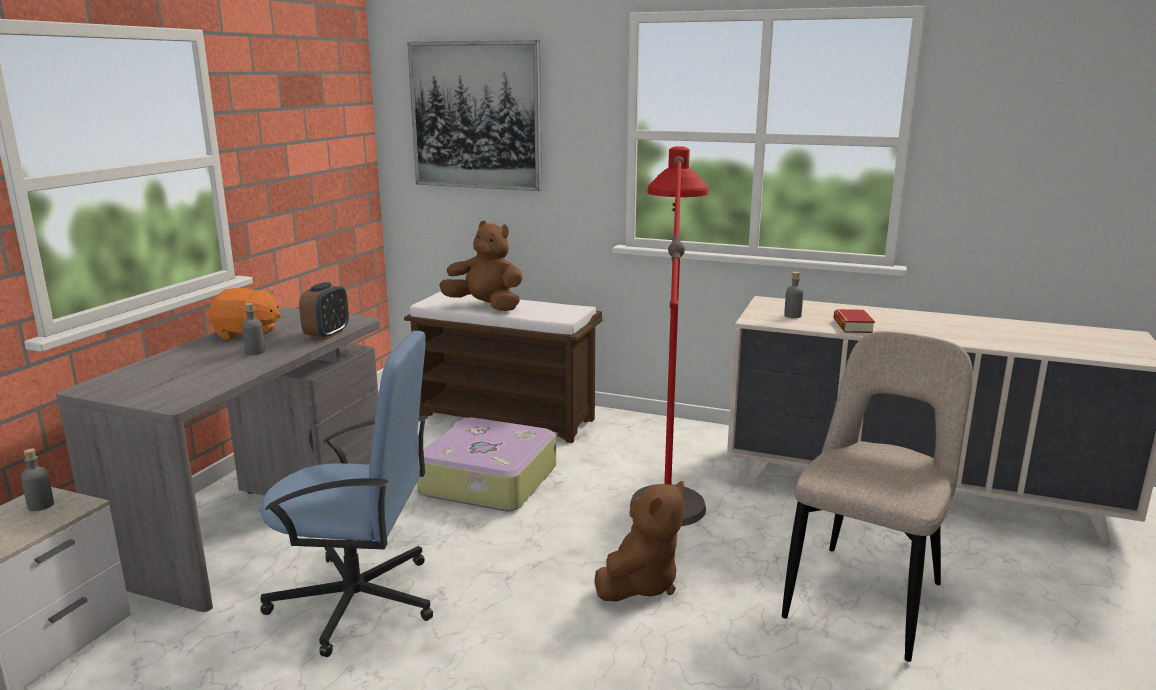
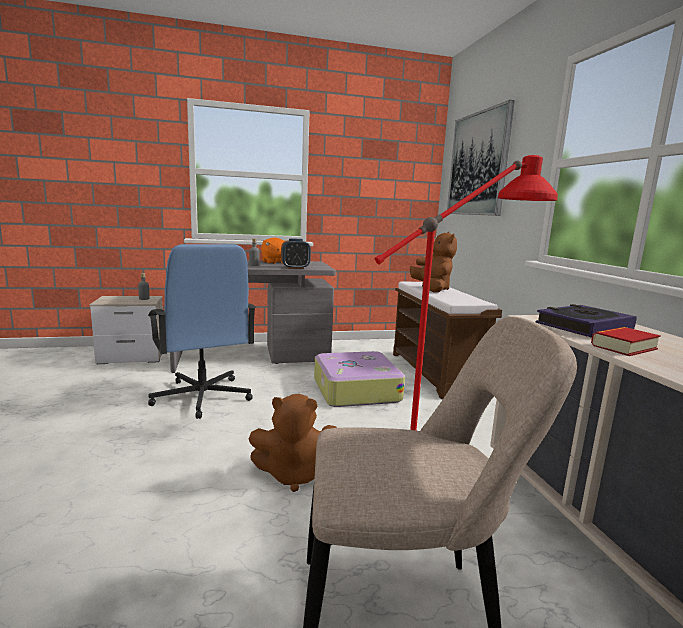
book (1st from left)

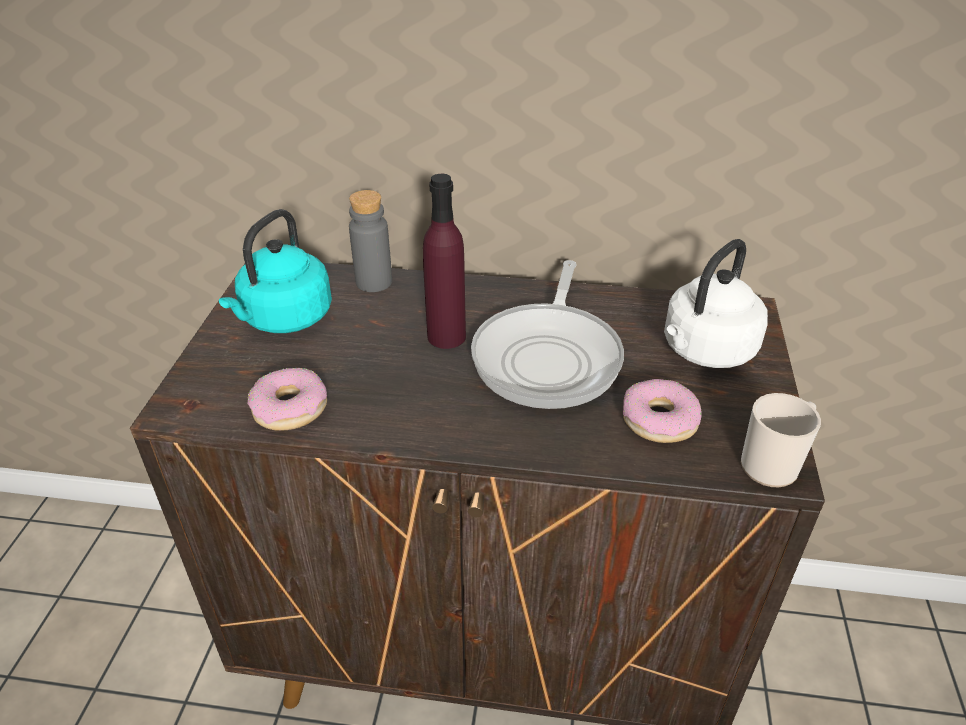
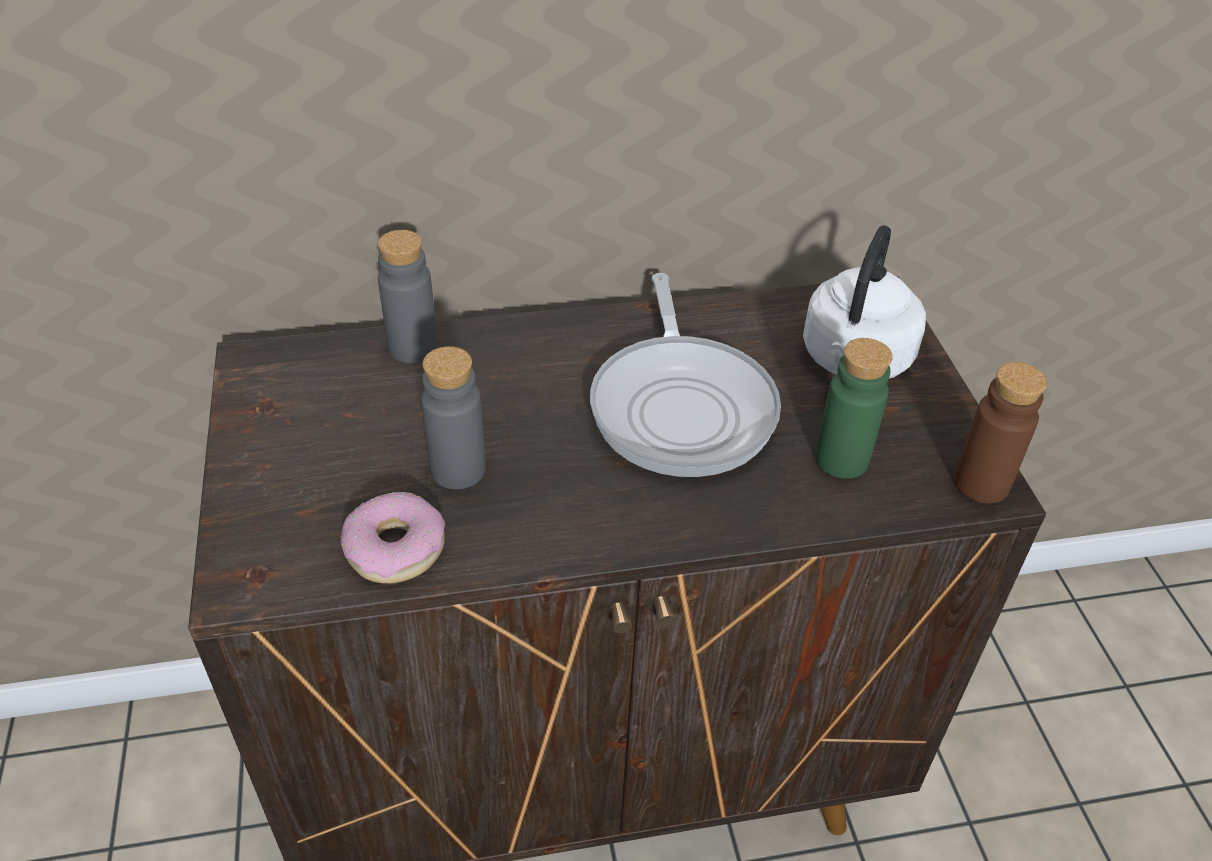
turquoise kettle; purple bottle; grey bottle (2nd from left); green bottle; brown bottle

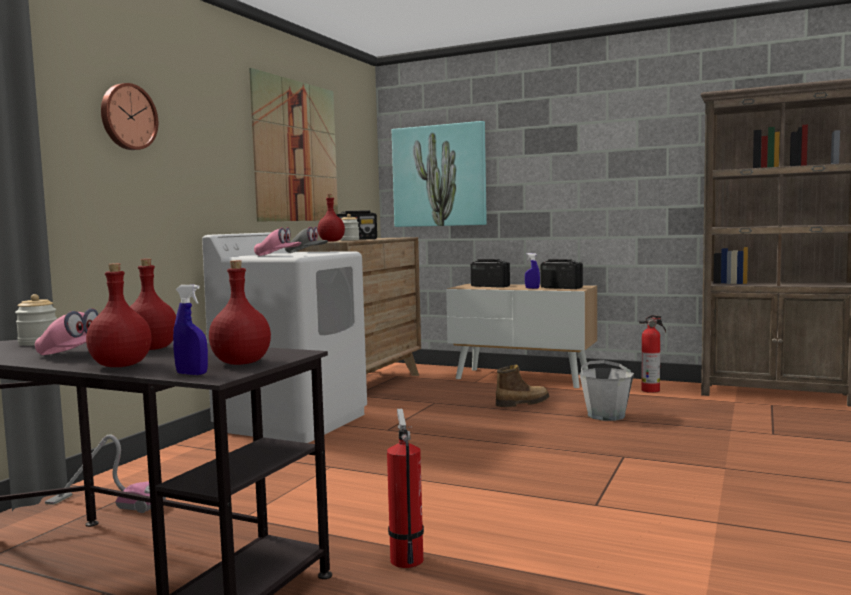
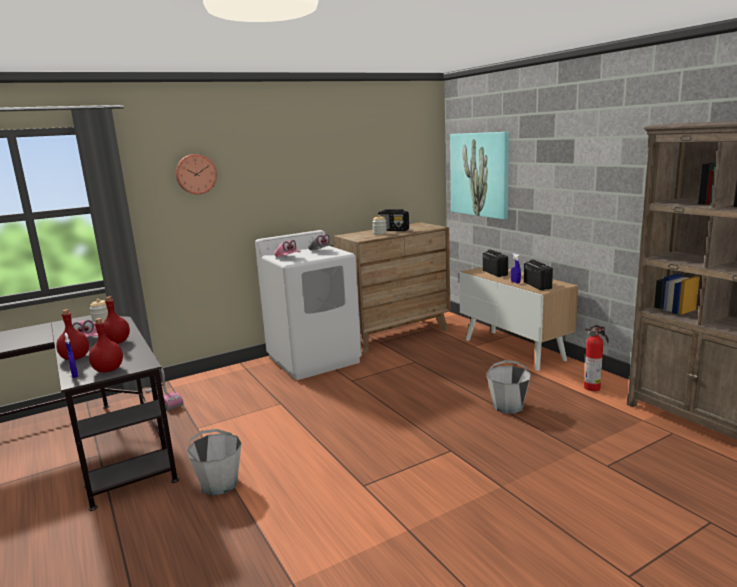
picture (1st from left in the first image); red bottle (4th from left in the first image); boot; grey bucket (1st from left)

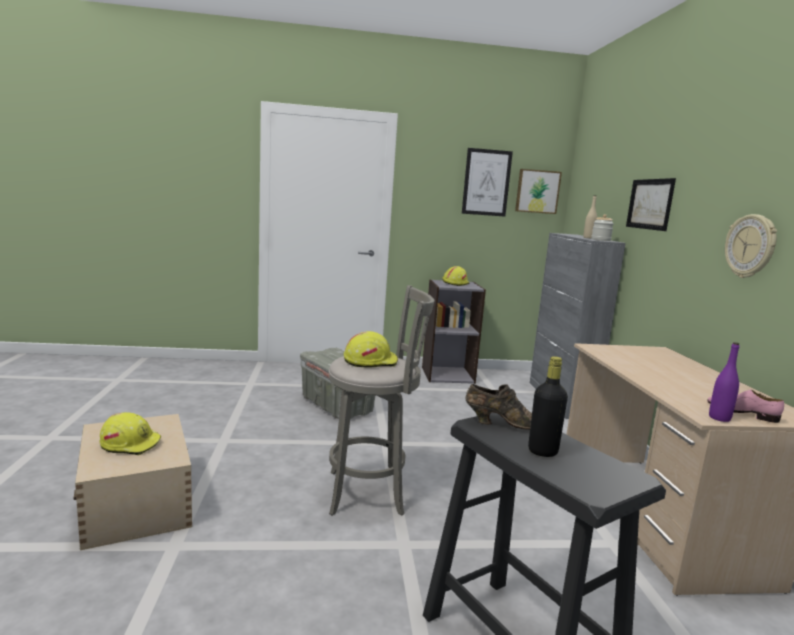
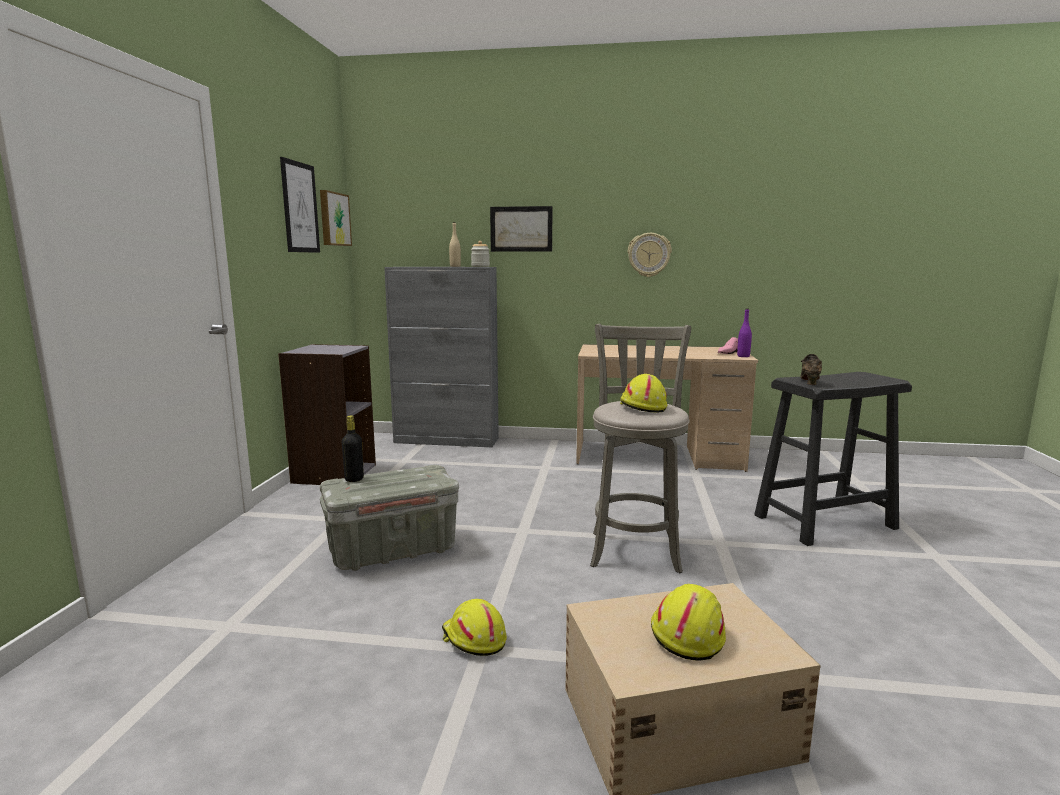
yellow hard hat (1st from left); black bottle

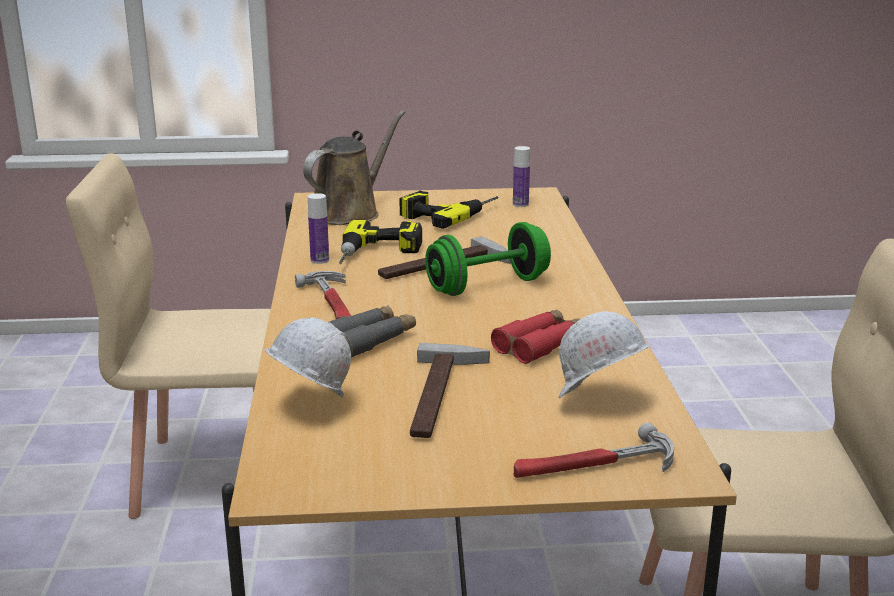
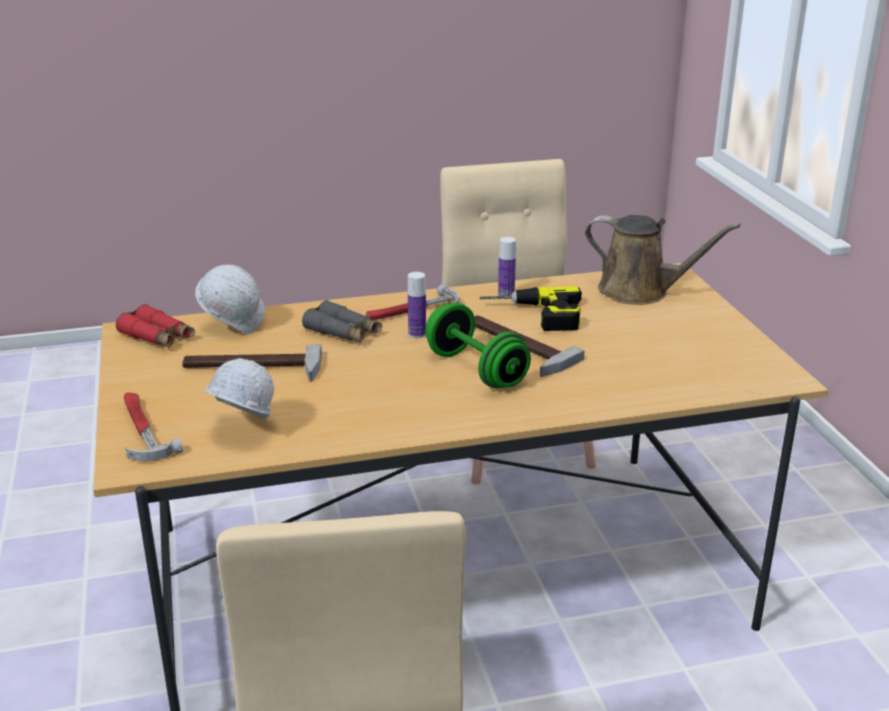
power drill (2nd from left in the first image); red binoculars; bottle (1st from left)

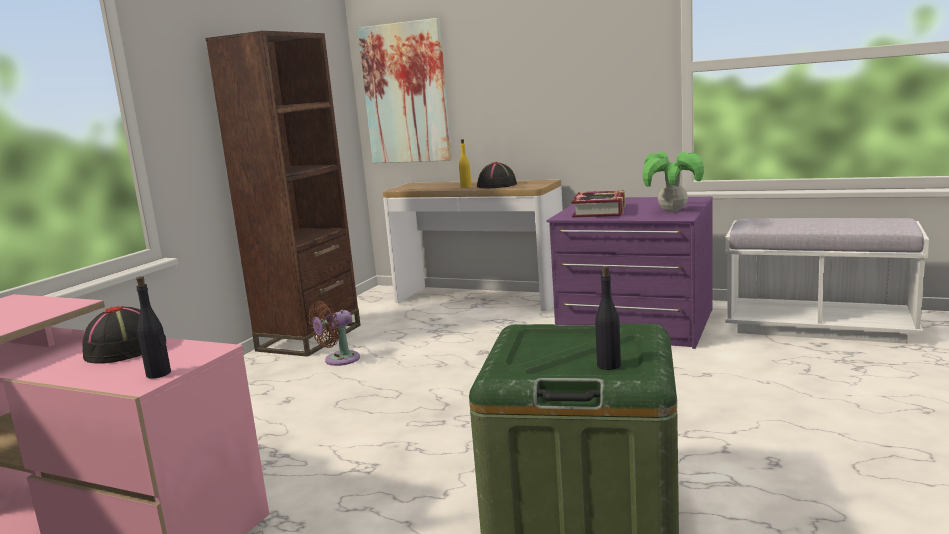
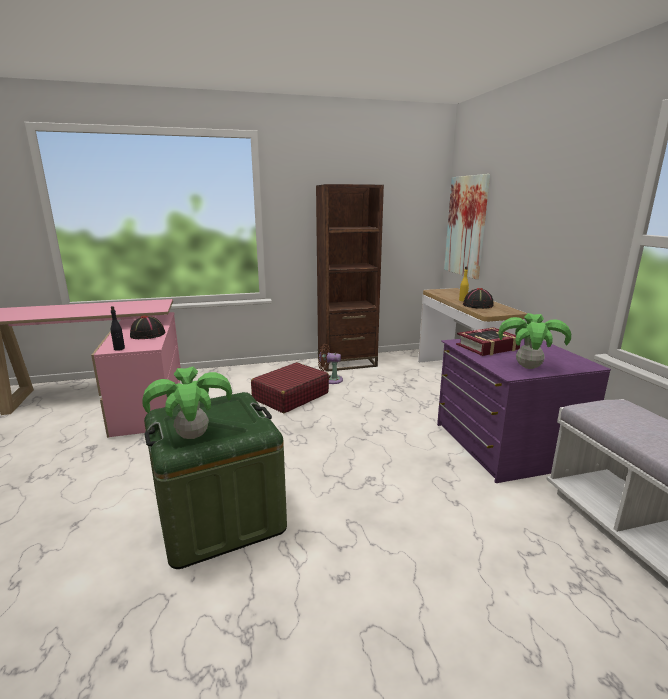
red suitcase; potted plant (1st from left)

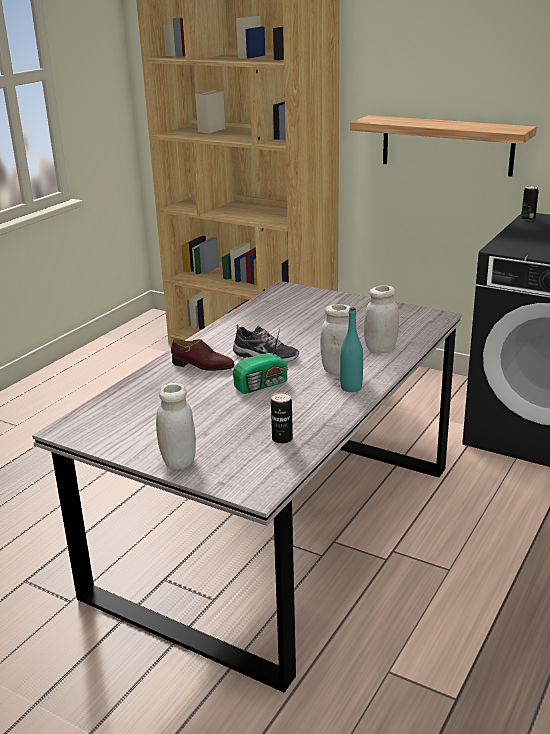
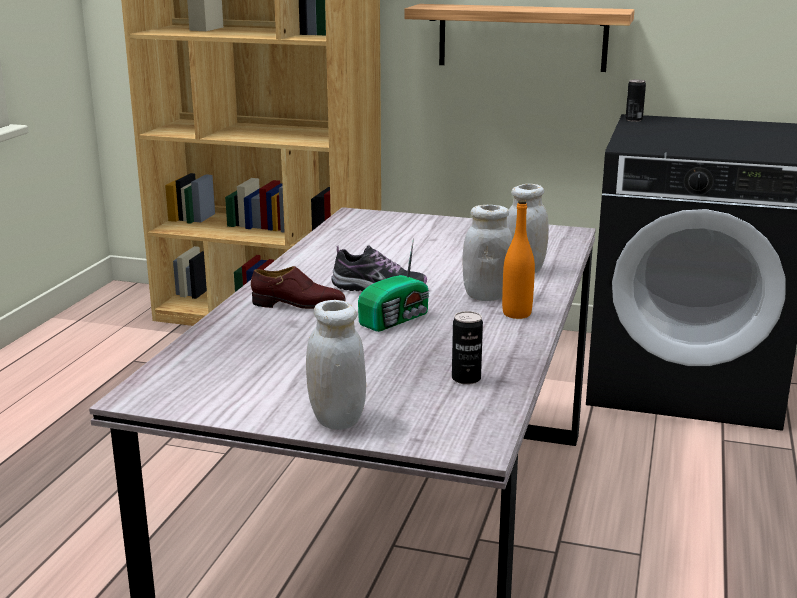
orange bottle

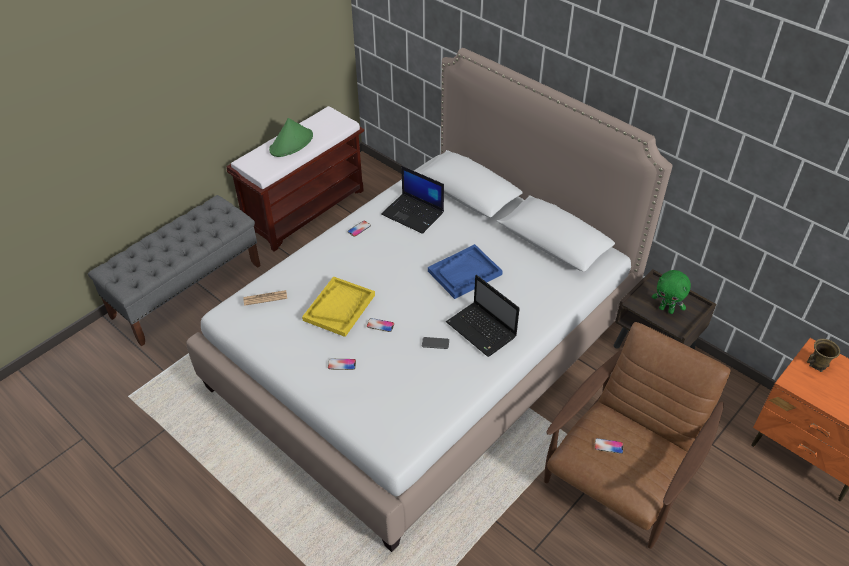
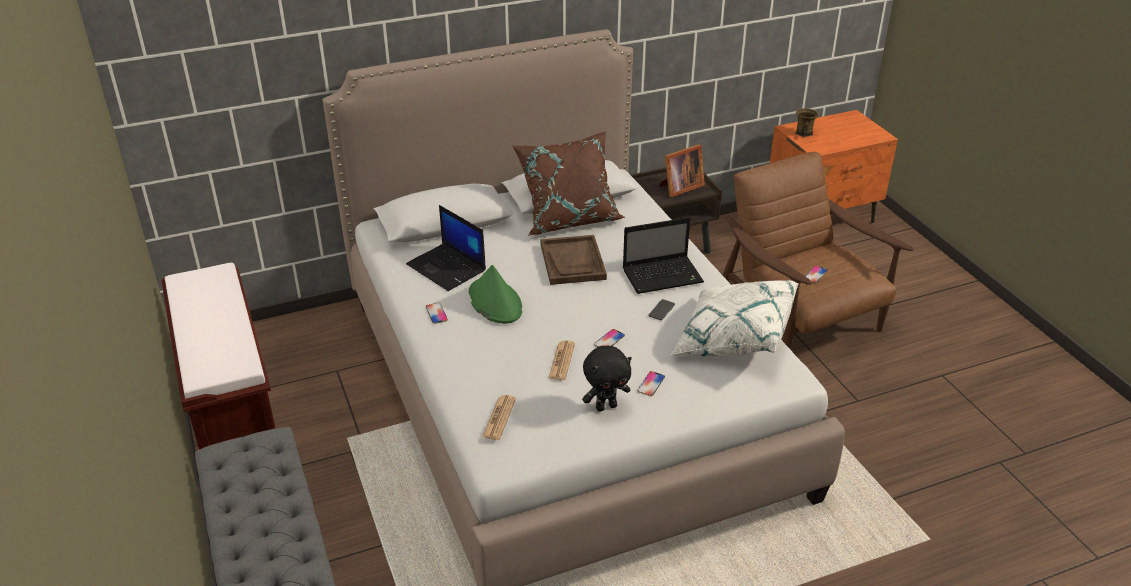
brown pillow; black plush toy; white pillow; green hat; newspaper (2nd from left); picture frame; brown tray; laptop (1st from left)

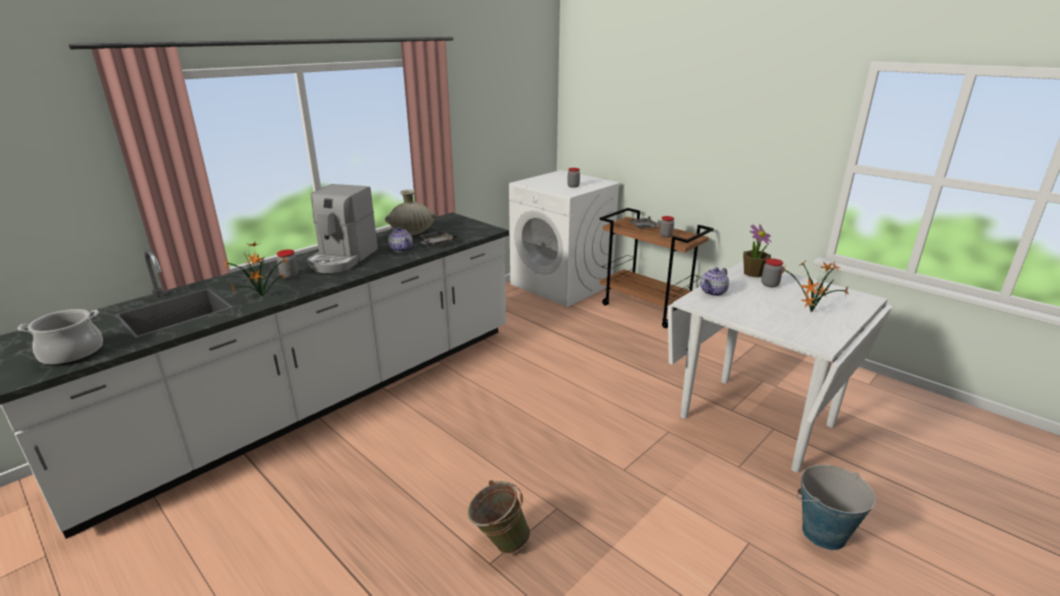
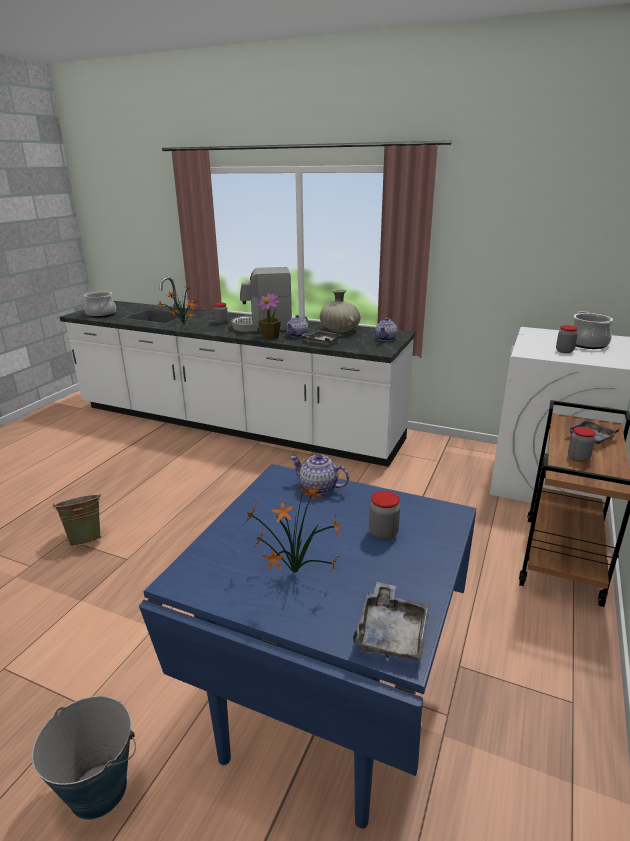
grey tray (2nd from left); teapot (3rd from left); cooking pot (2nd from left); potted plant (2nd from left); blue dining table

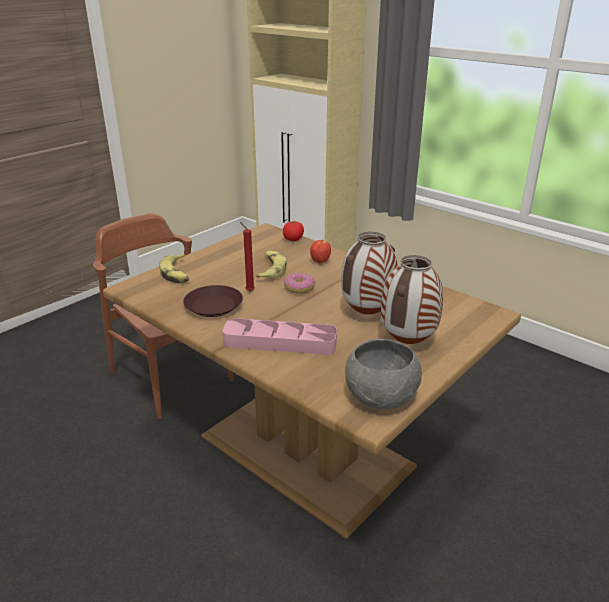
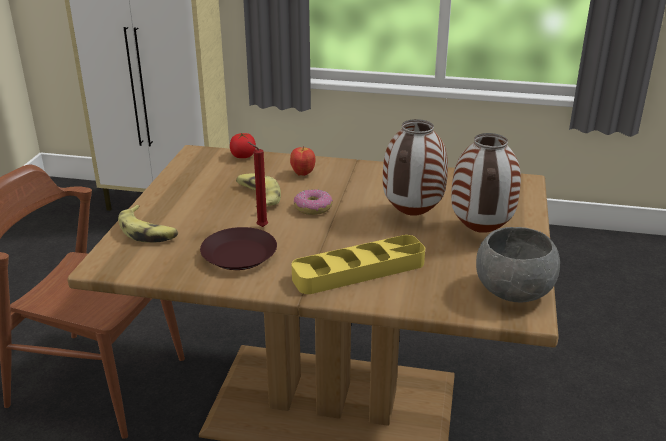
yellow tray

